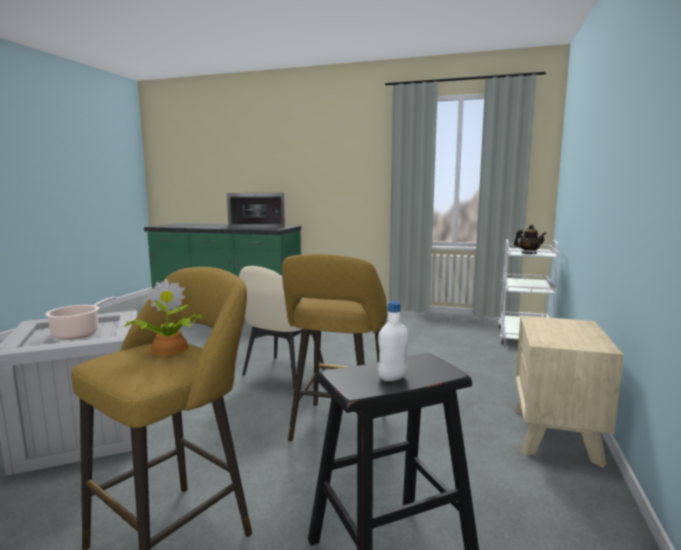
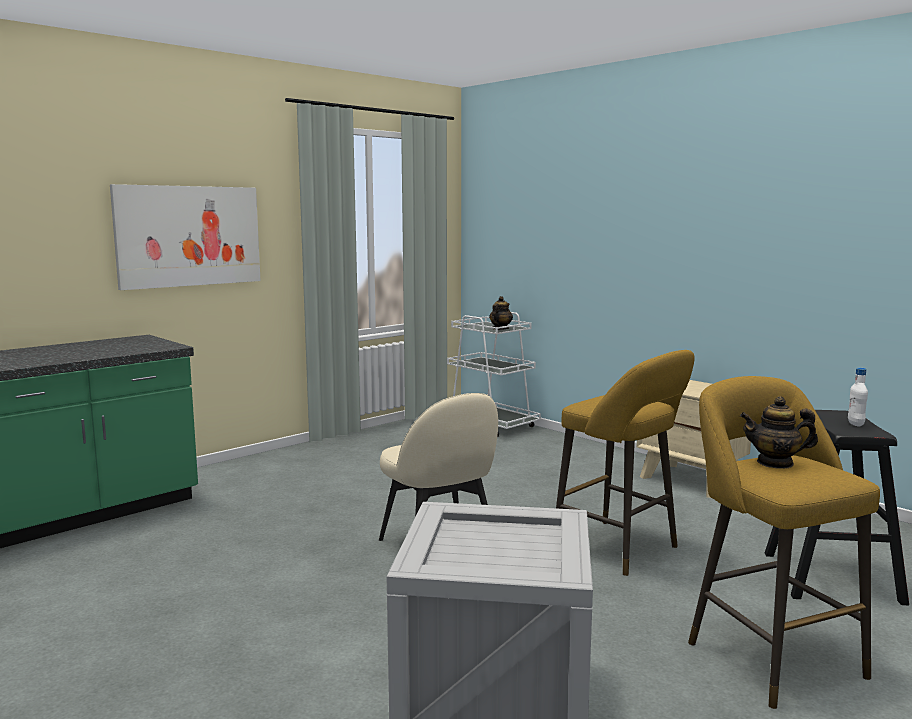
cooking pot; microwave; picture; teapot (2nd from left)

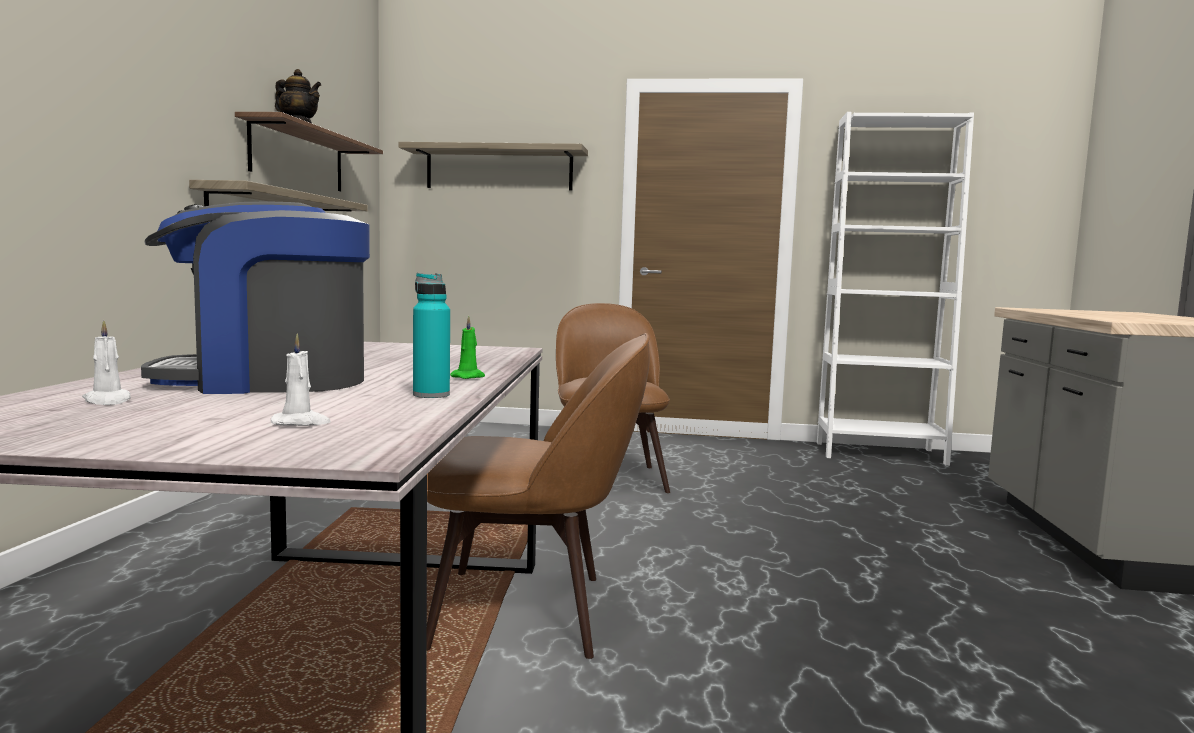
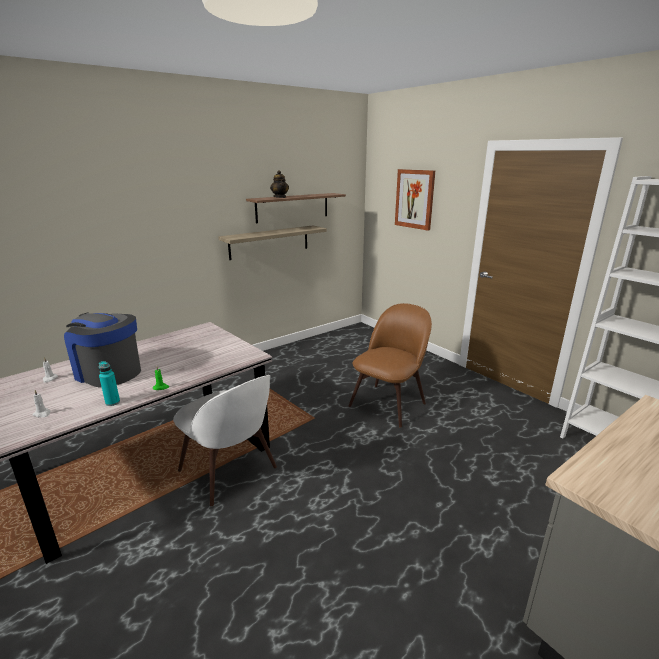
picture; white chair

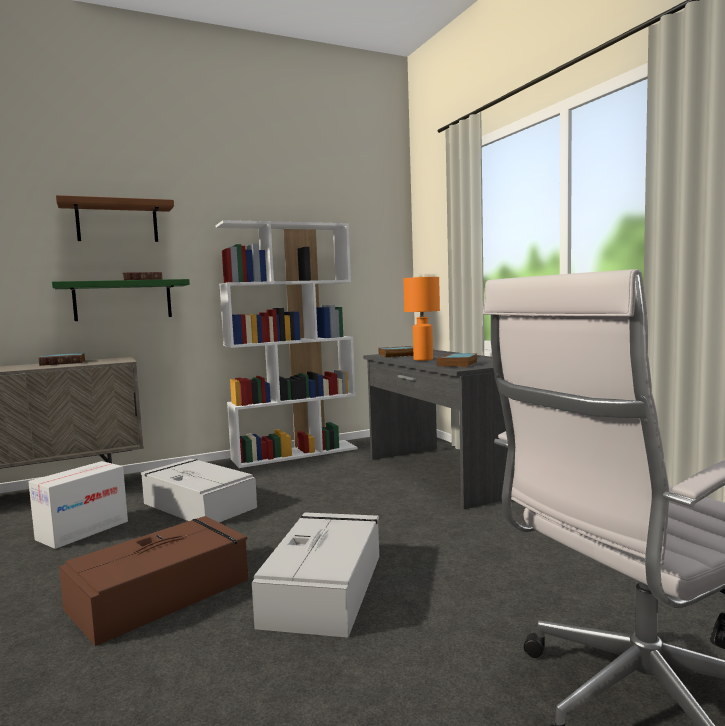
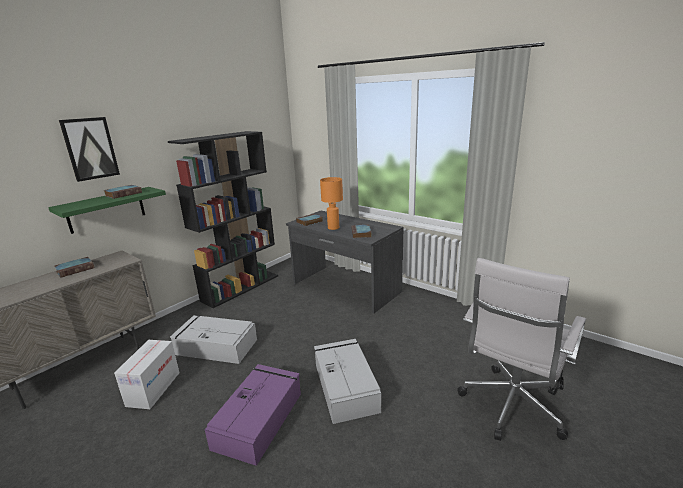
picture; purple storage box; black bookcase

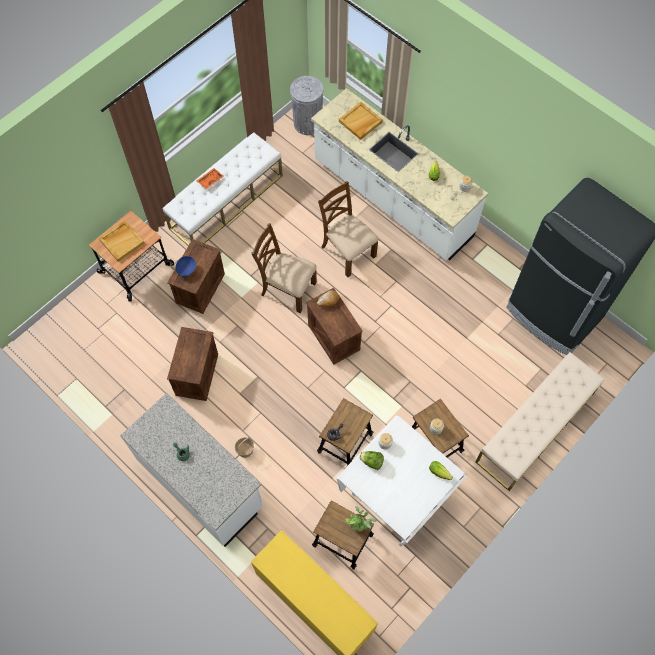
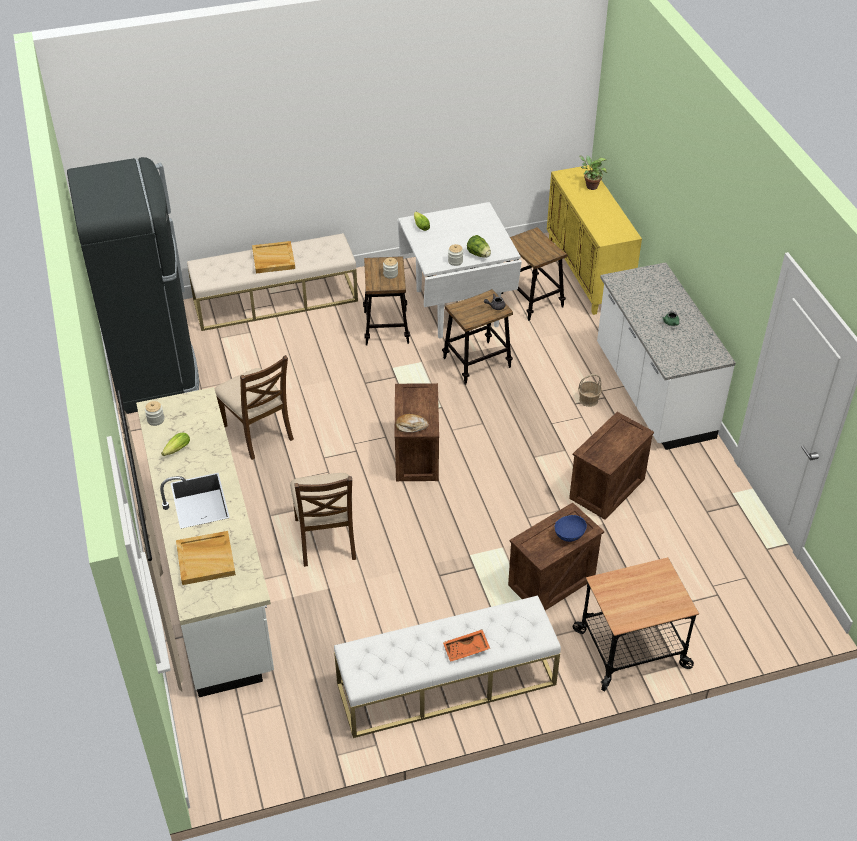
grey trash can; beige tray (2nd from left); brown chair (1st from left); potted plant

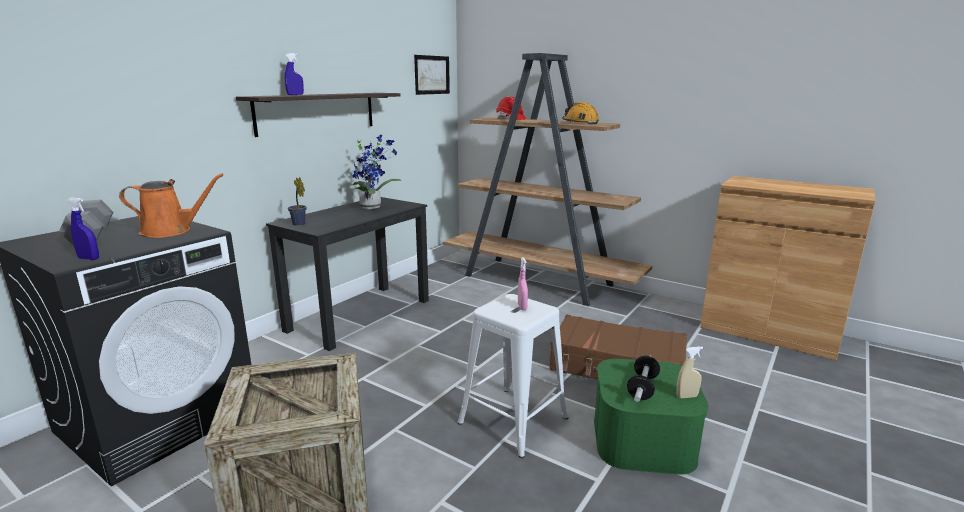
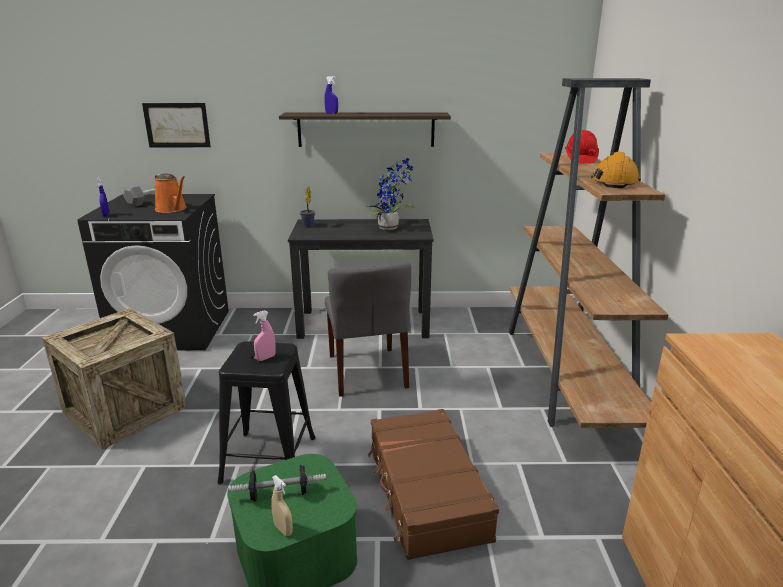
grey chair; picture; black stool

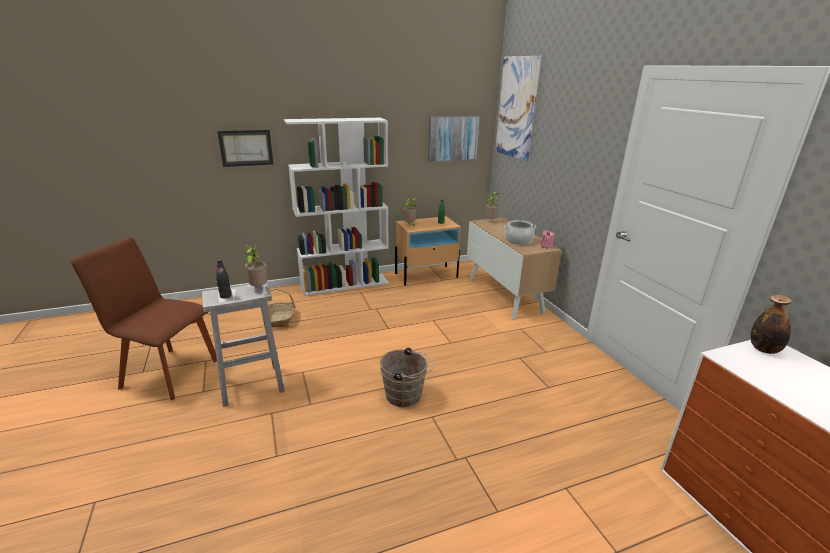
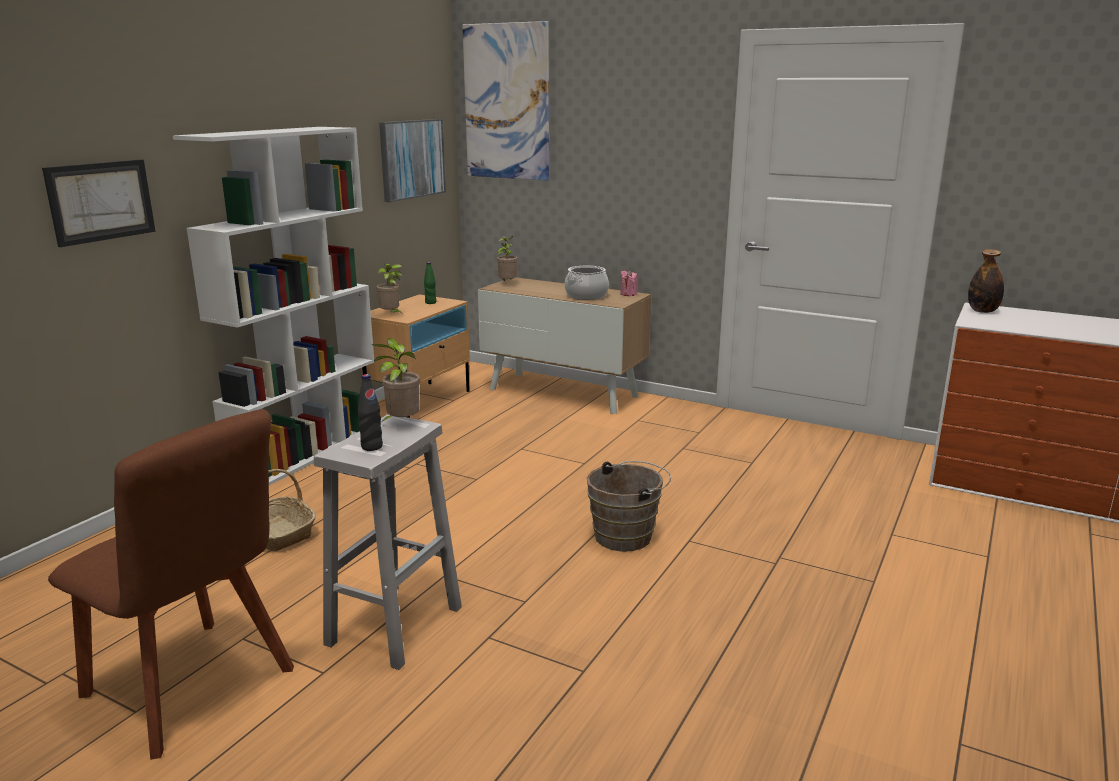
brown chair

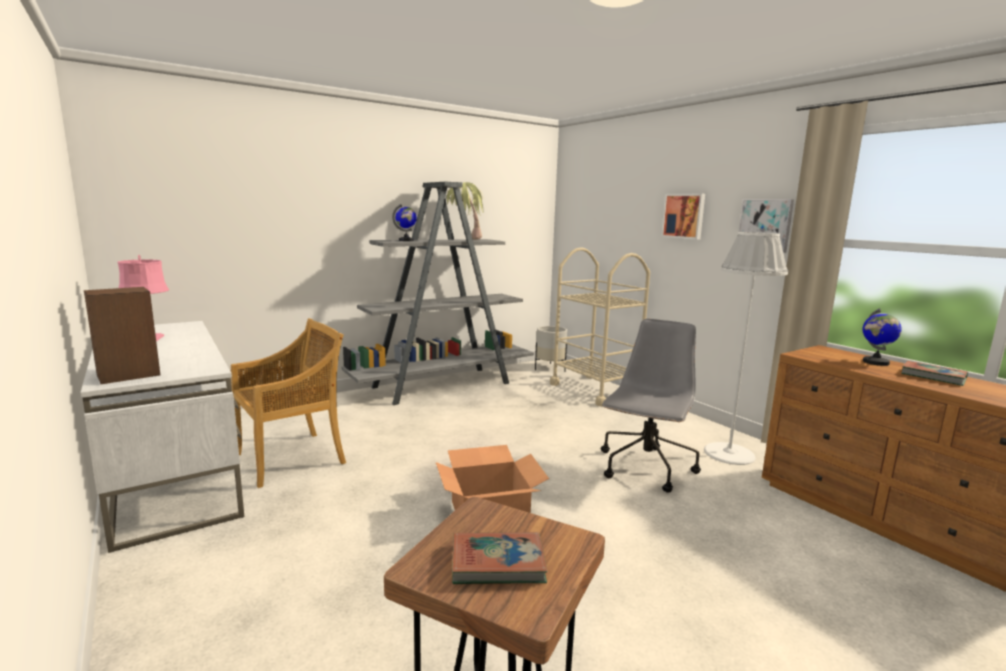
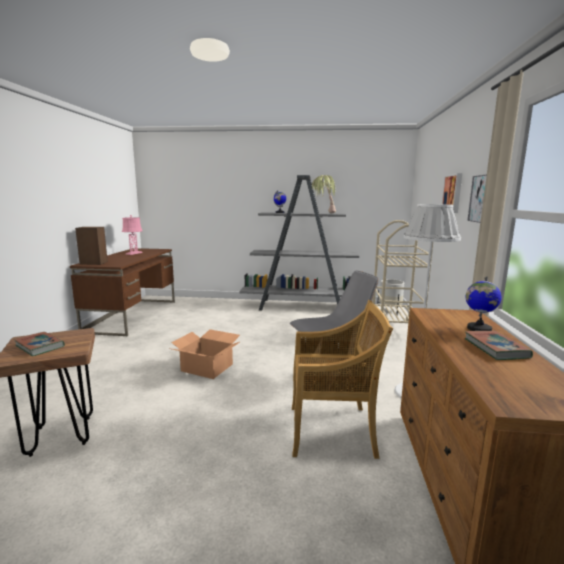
beige chair; brown desk

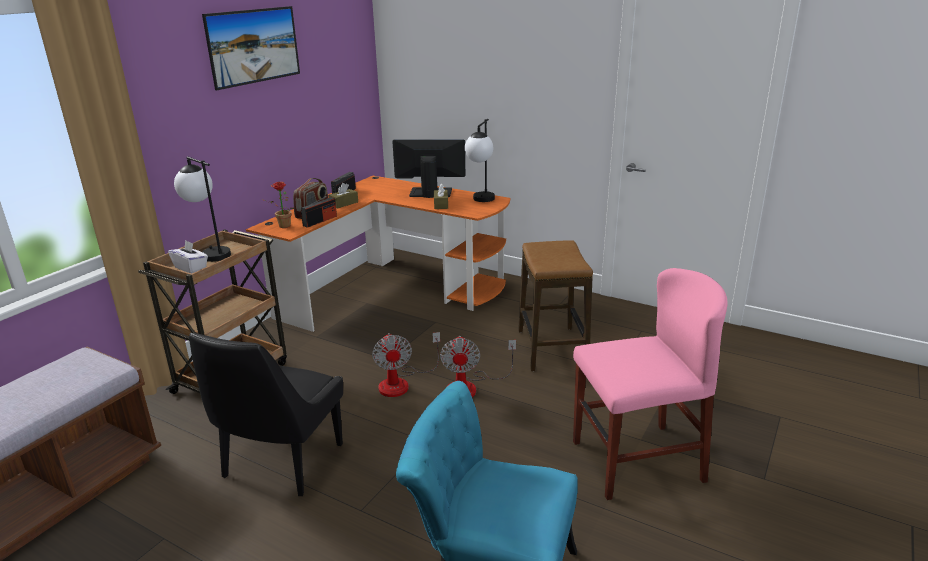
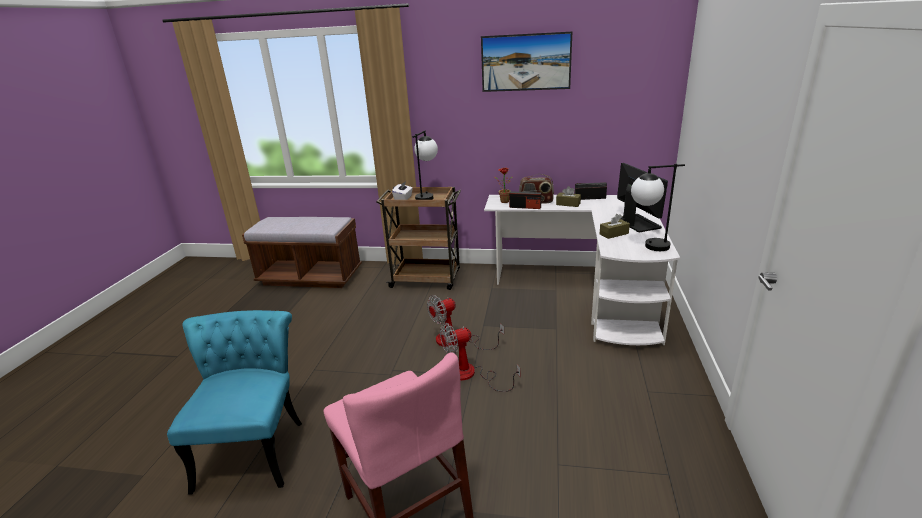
black chair; stool; white desk

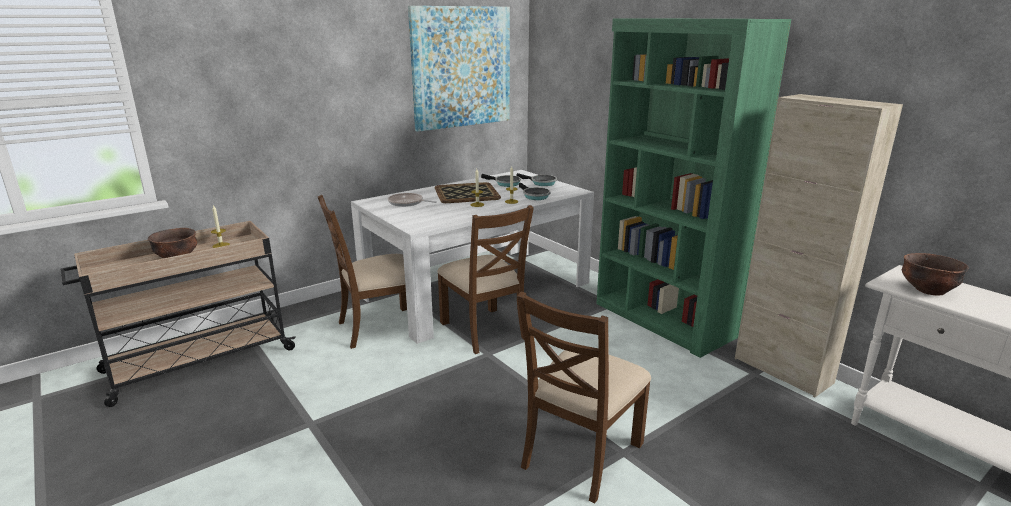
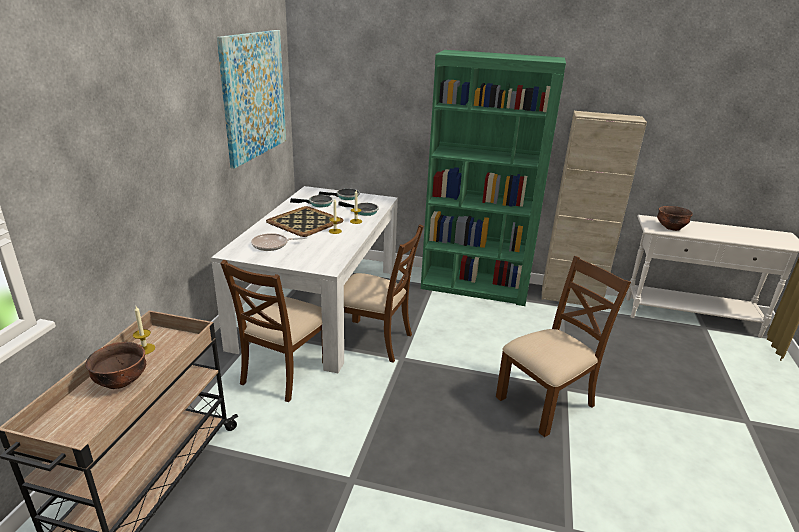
brown chair (3rd from left)

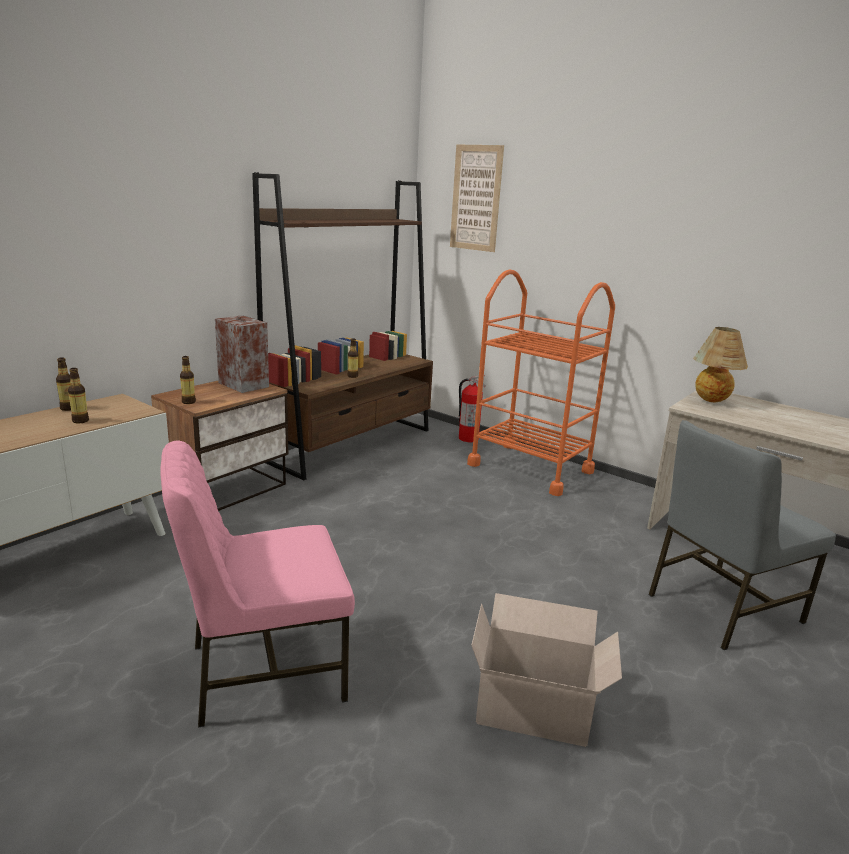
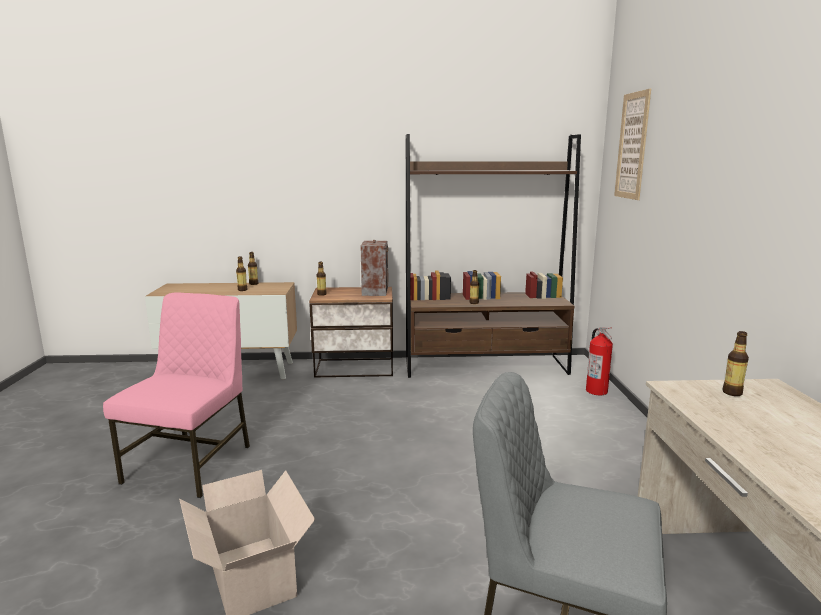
orange cart; bottle (5th from left); pink chair

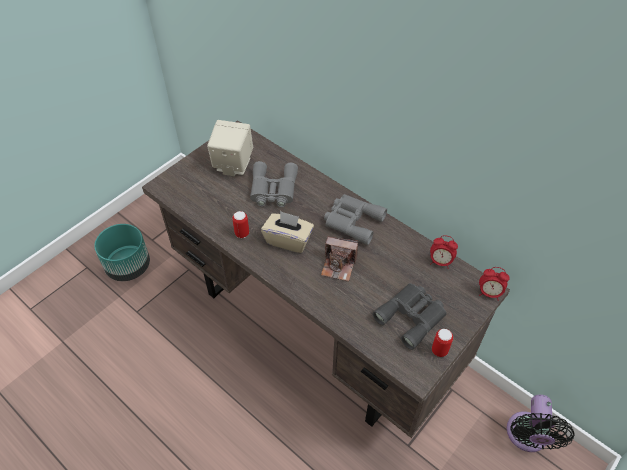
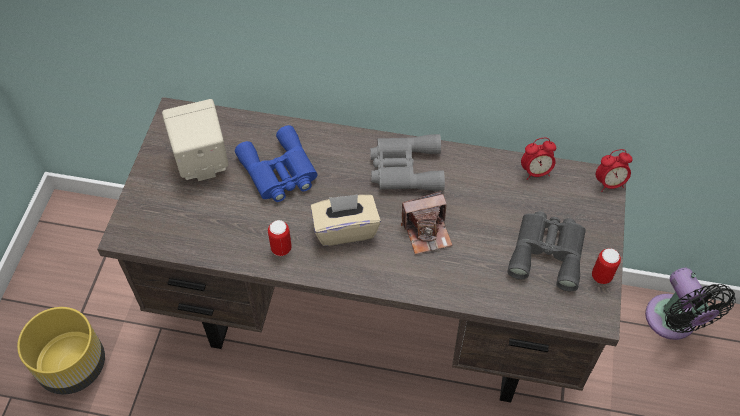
yellow planter; blue binoculars

